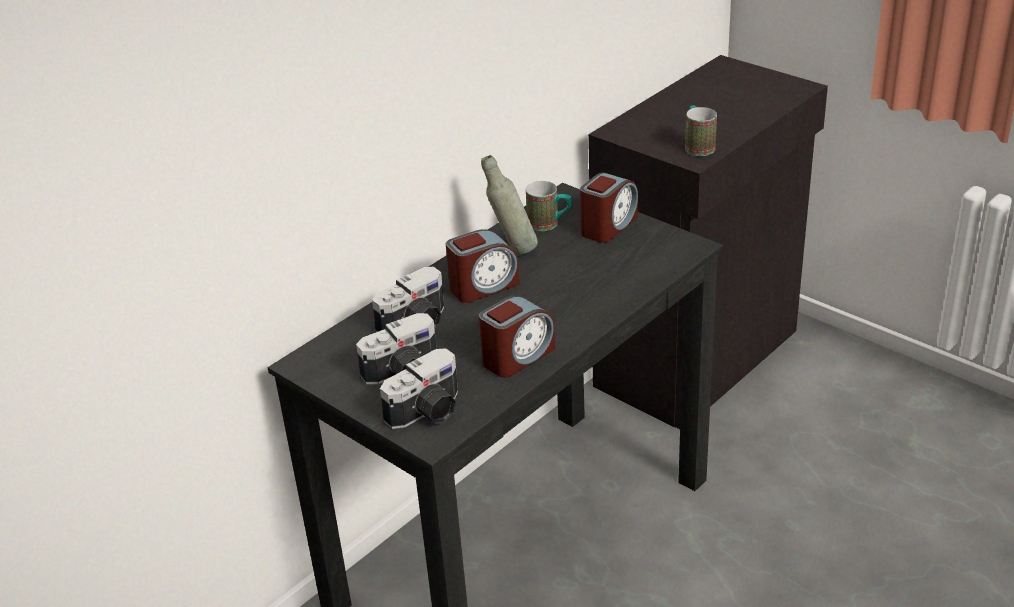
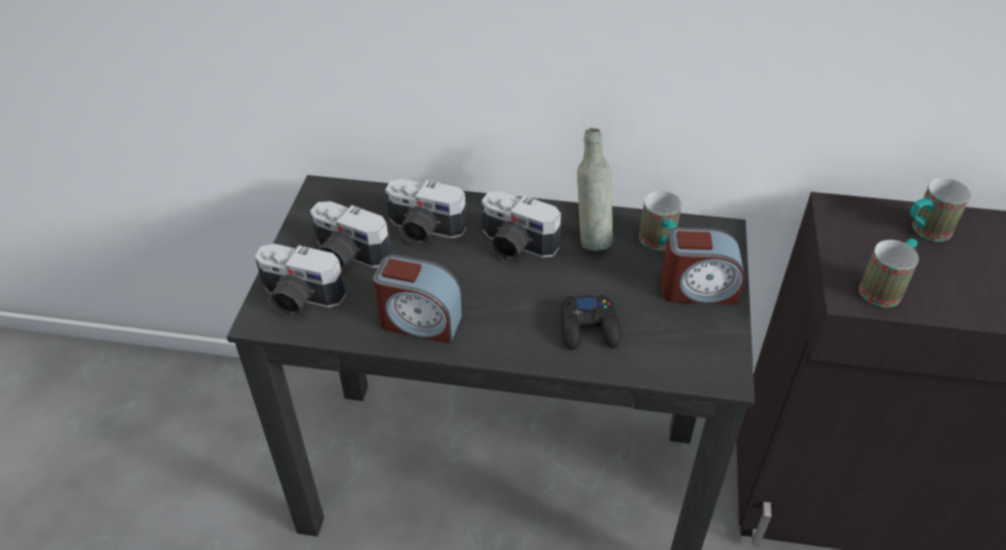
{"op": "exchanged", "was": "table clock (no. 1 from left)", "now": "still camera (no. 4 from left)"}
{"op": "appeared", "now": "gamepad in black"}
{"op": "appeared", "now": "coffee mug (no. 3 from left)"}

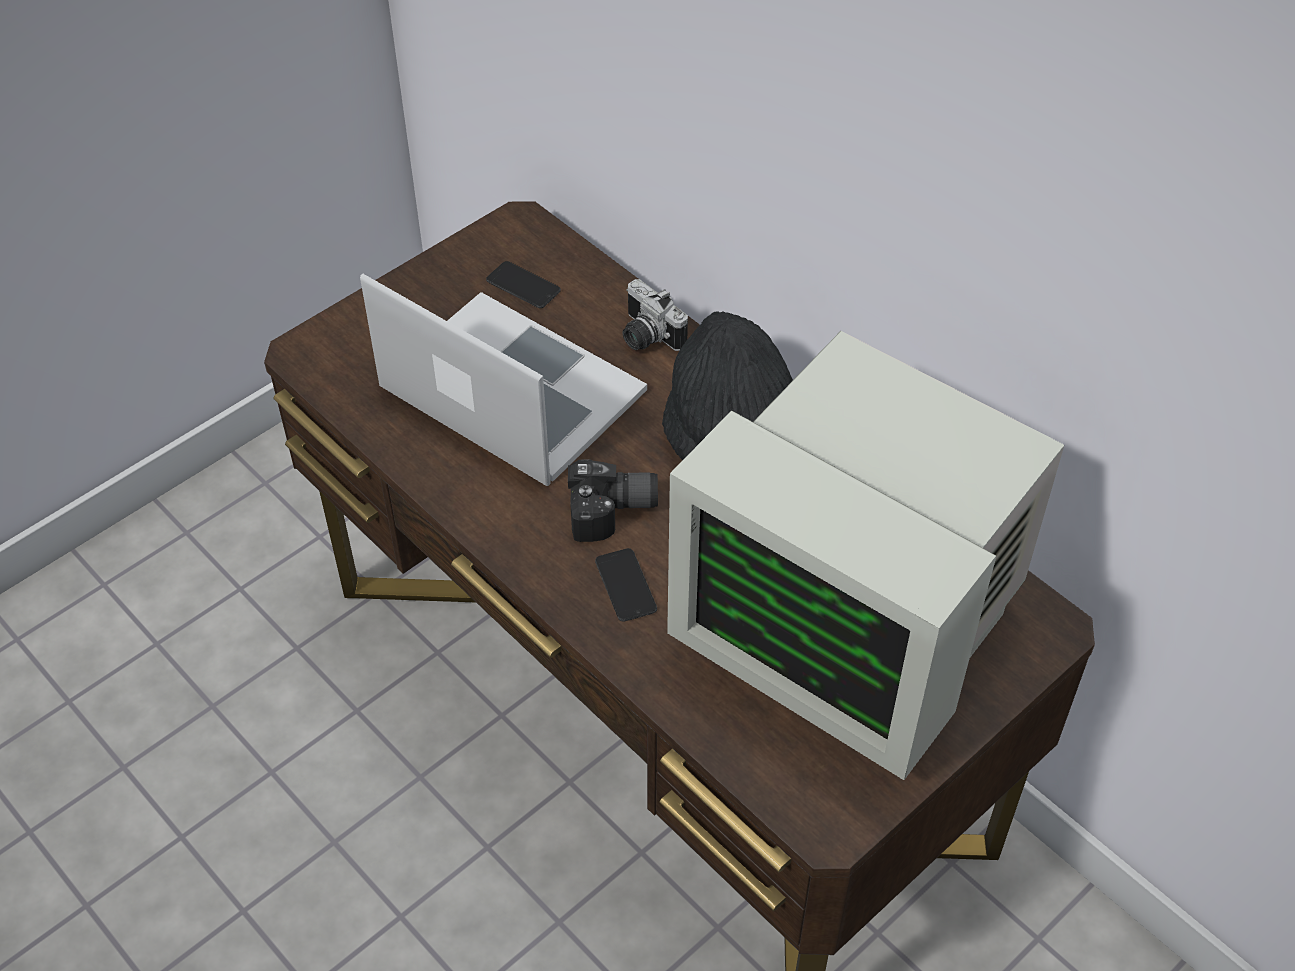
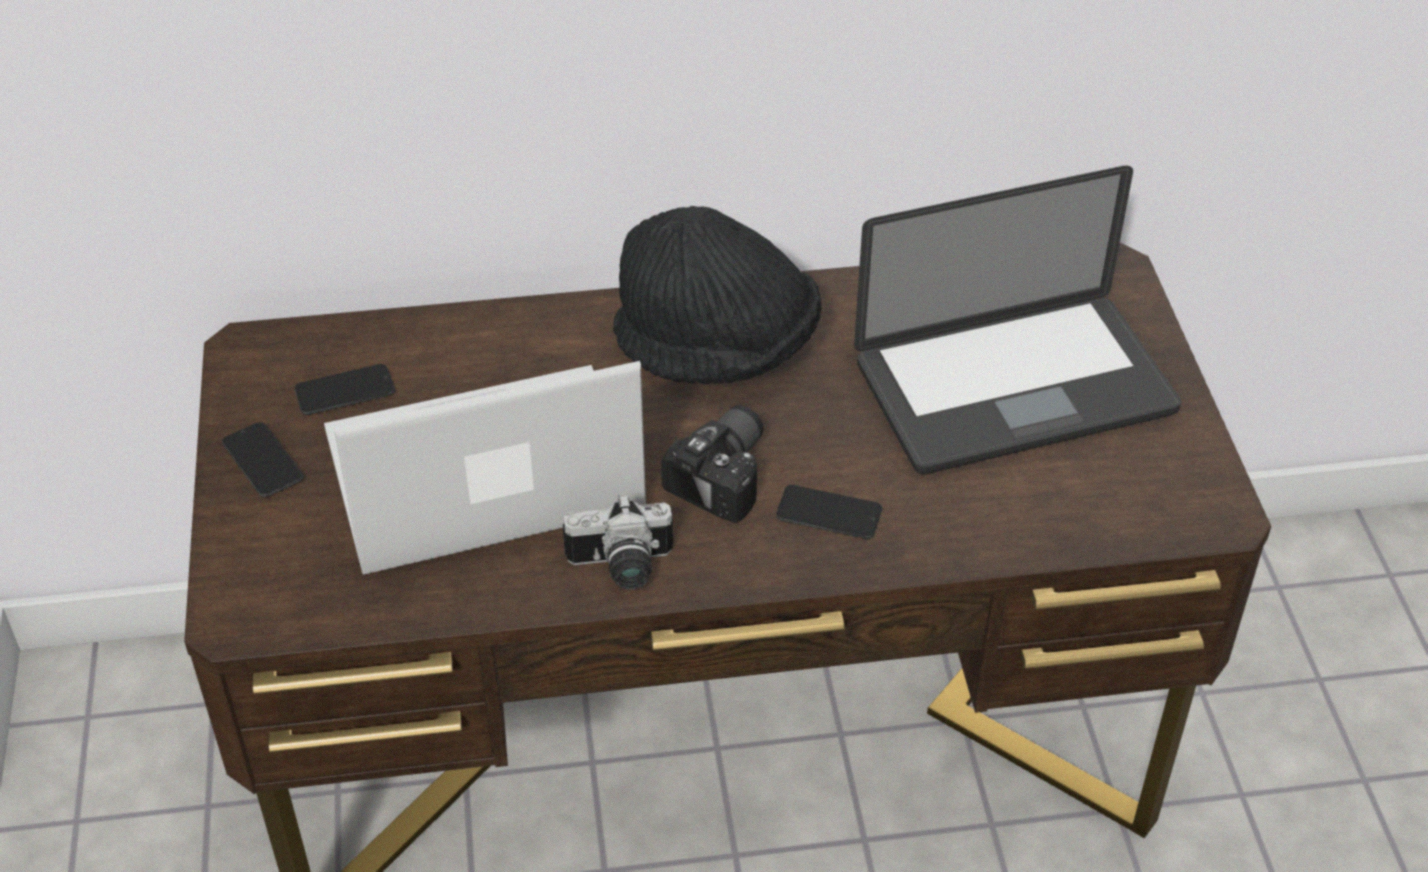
{"op": "appeared", "now": "handset (no. 1 from left)"}
{"op": "relocated", "was": "still camera (no. 2 from left in the first image)", "now": "still camera (no. 1 from left)"}
{"op": "exchanged", "was": "monitor", "now": "portable computer (no. 2 from left)"}

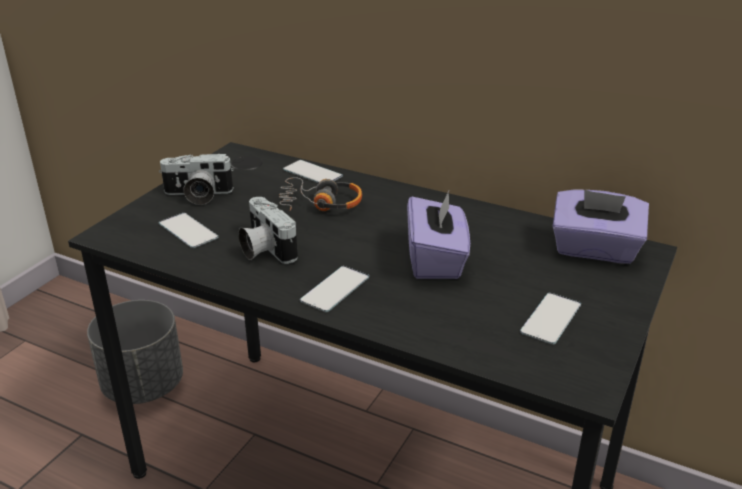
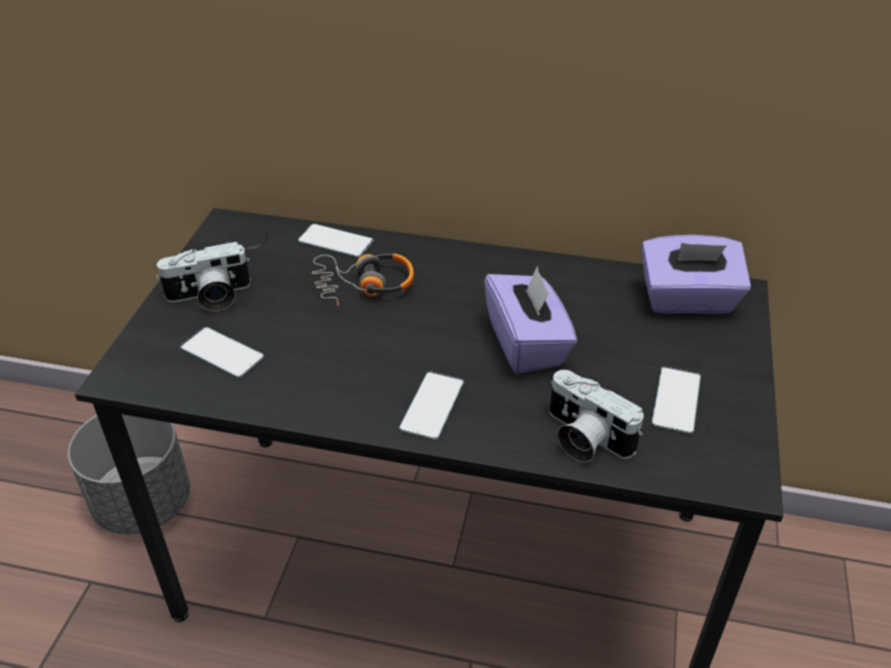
{"op": "relocated", "was": "still camera (no. 2 from left)"}

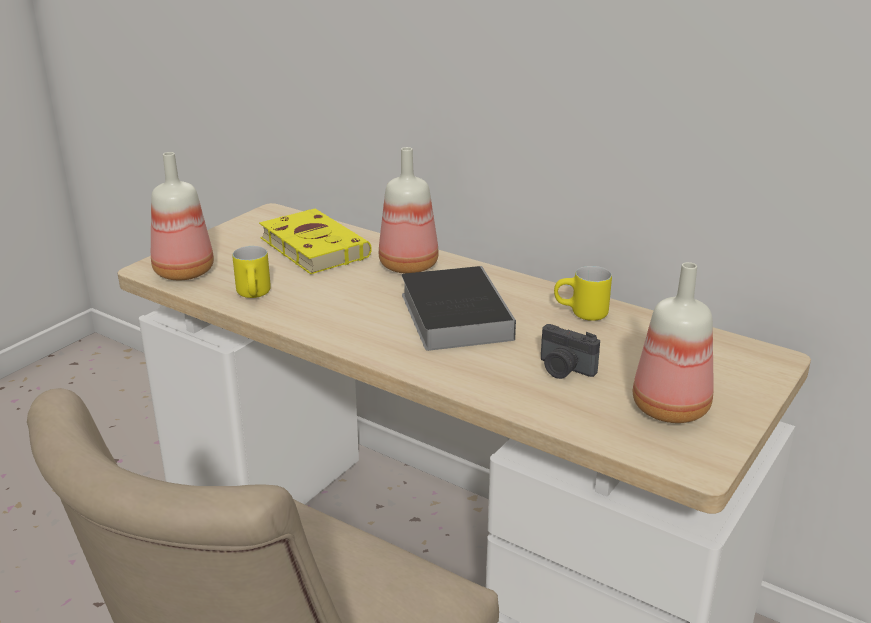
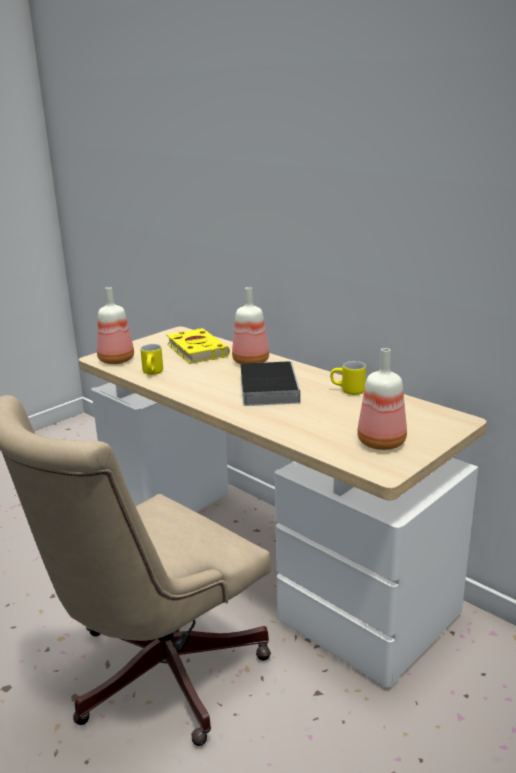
{"op": "missing", "was": "still camera"}

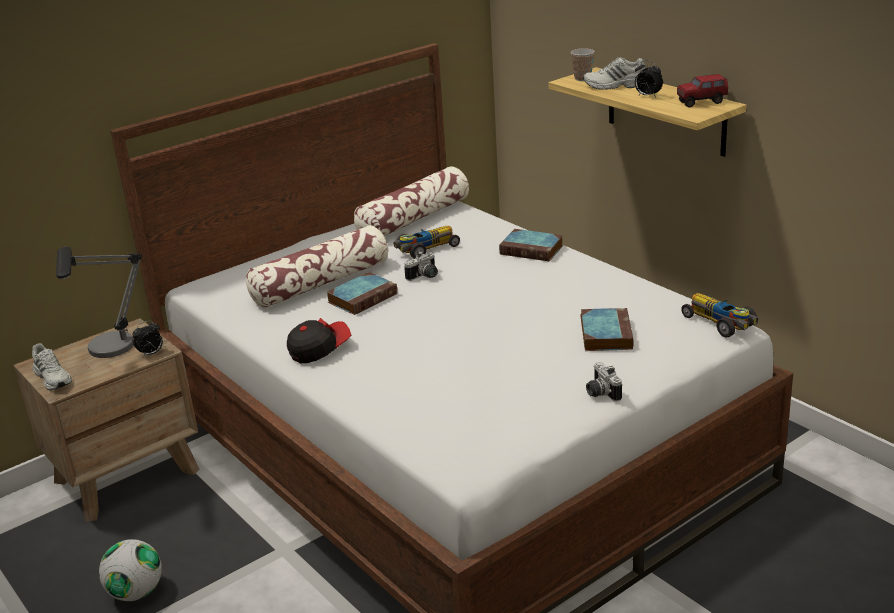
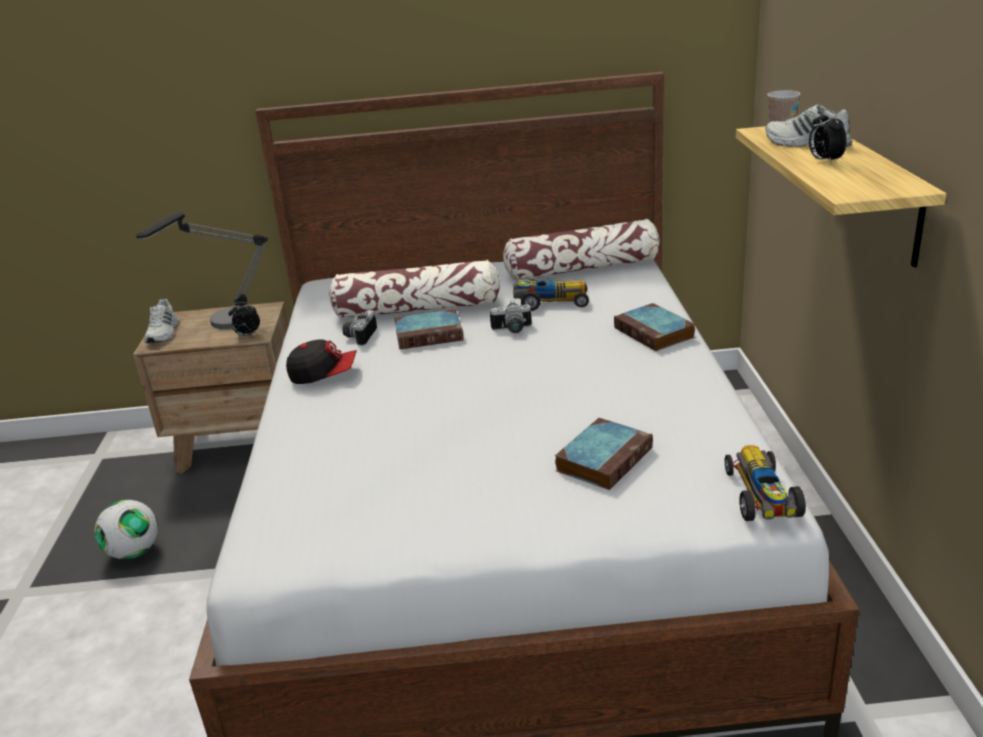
{"op": "relocated", "was": "still camera (no. 2 from left in the first image)", "now": "still camera (no. 1 from left)"}
{"op": "missing", "was": "toy lorry"}

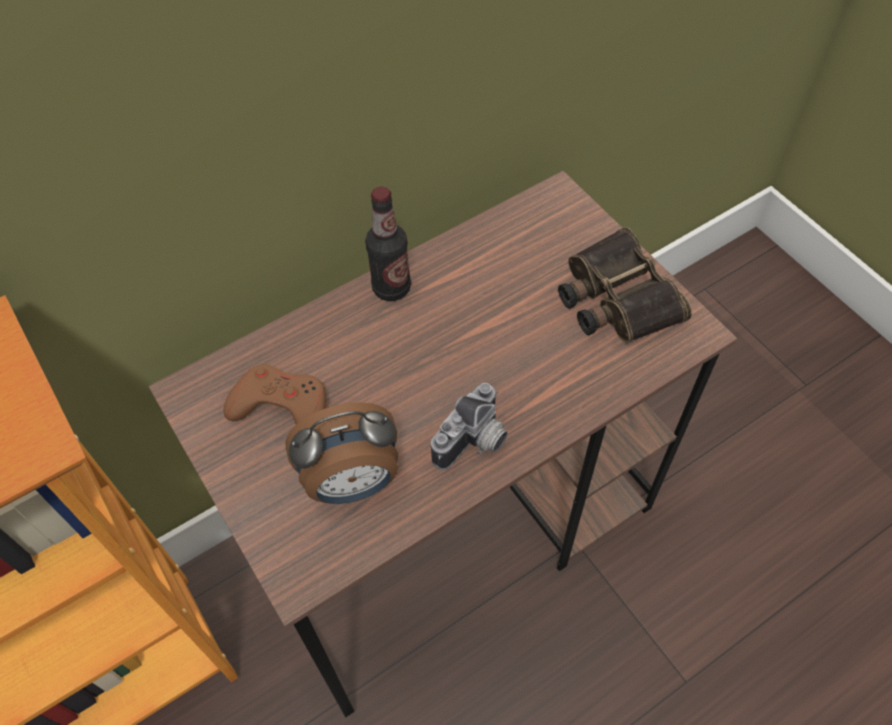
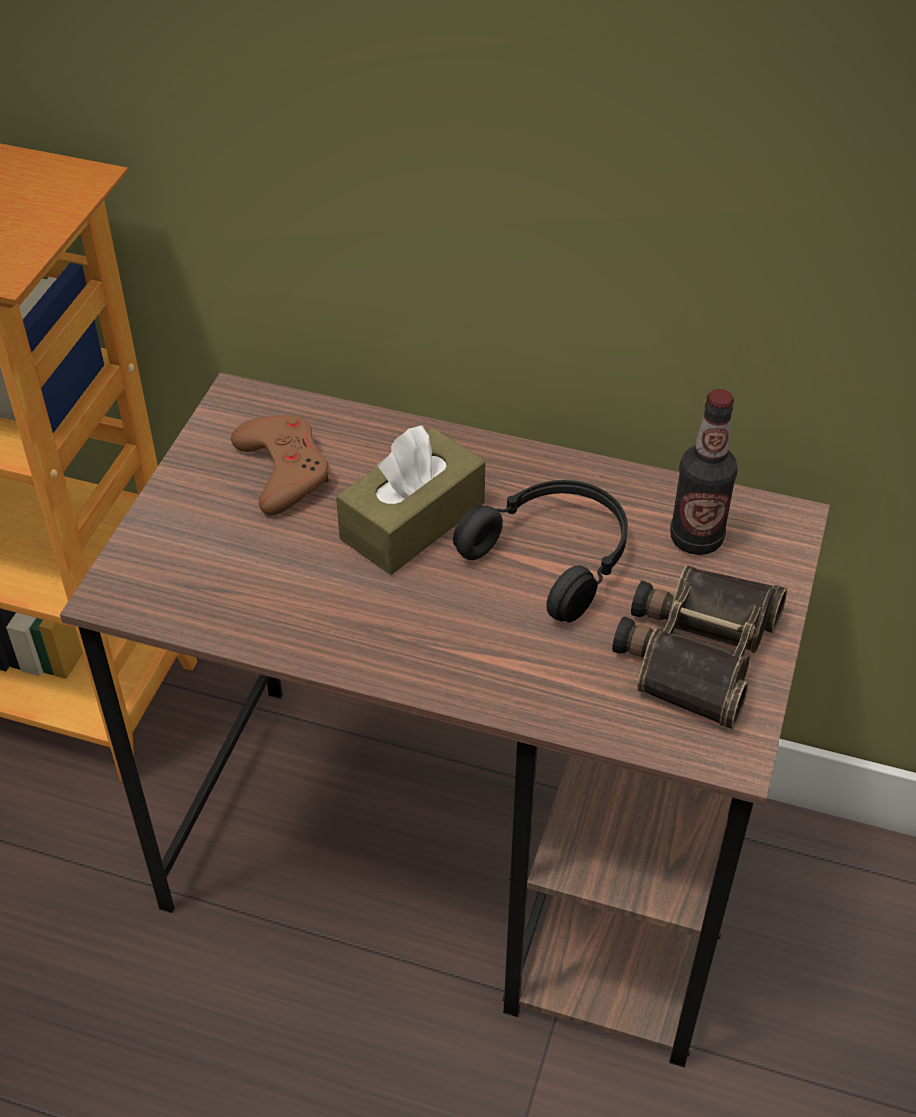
{"op": "appeared", "now": "tissue holder in brown-coloured"}
{"op": "appeared", "now": "headphones in black"}
{"op": "relocated", "was": "beverage bottle"}
{"op": "missing", "was": "table clock"}
{"op": "missing", "was": "still camera"}

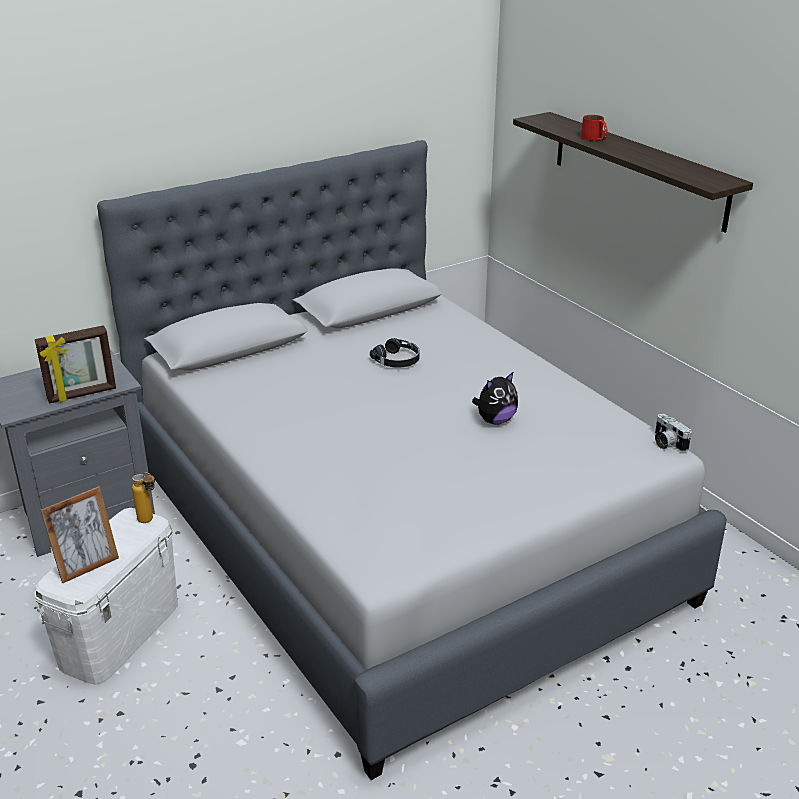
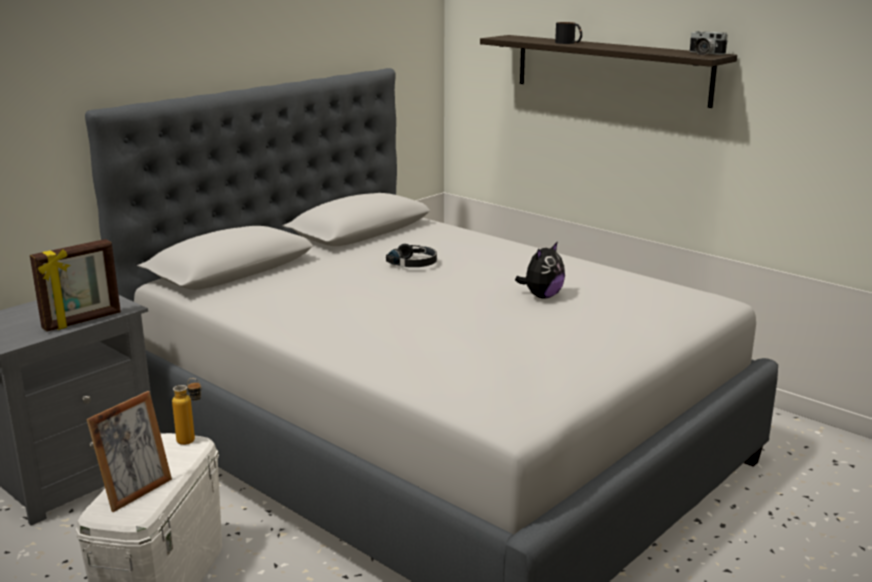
{"op": "colour", "was": "coffee mug in red-coloured", "now": "coffee mug in black"}
{"op": "relocated", "was": "still camera"}

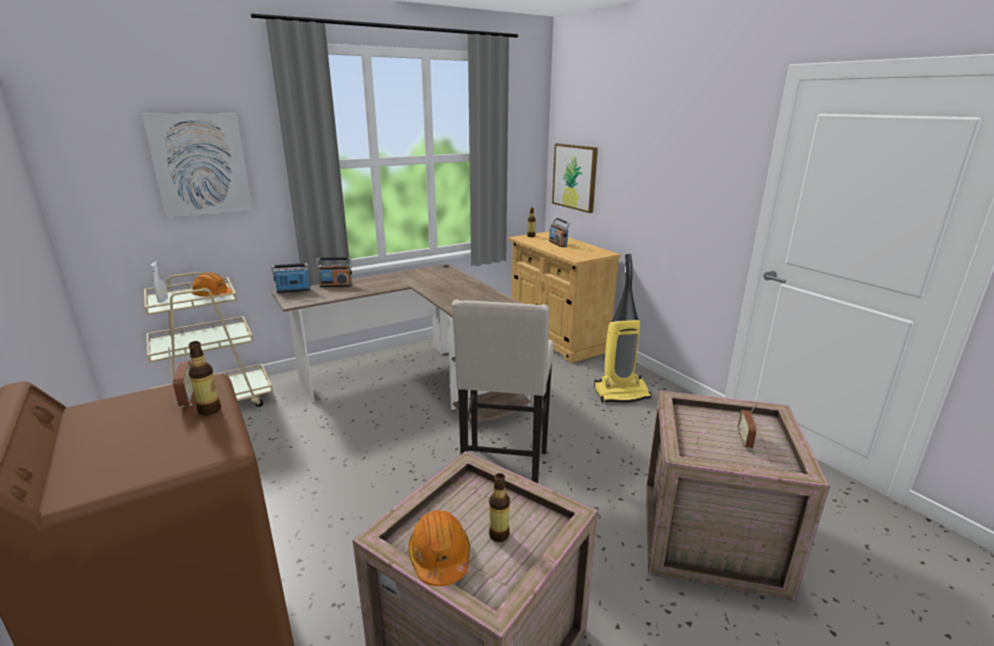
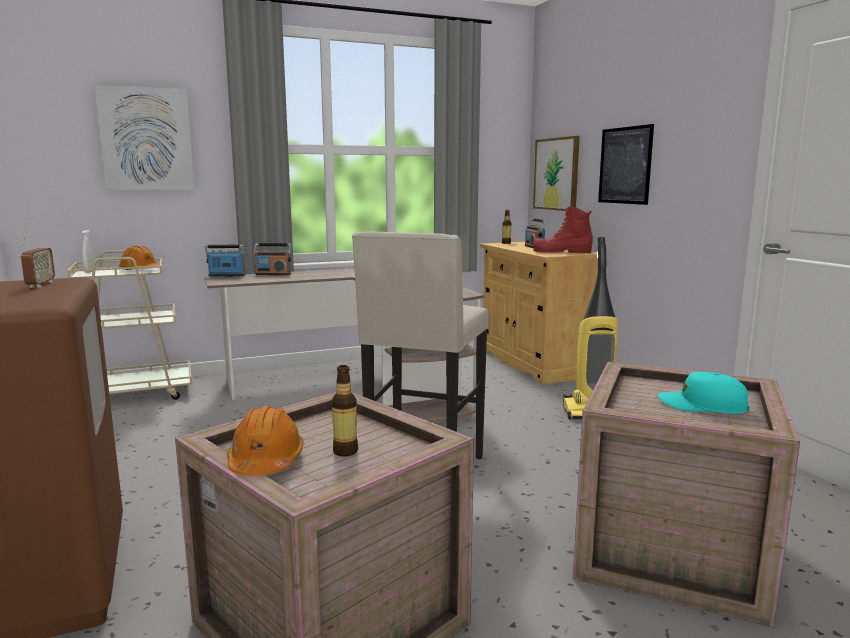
{"op": "appeared", "now": "boot in red-coloured"}
{"op": "appeared", "now": "wall picture (no. 3 from left)"}
{"op": "exchanged", "was": "radio receiver (no. 5 from left)", "now": "peaked cap in turquoise"}
{"op": "missing", "was": "beverage bottle (no. 1 from left)"}

